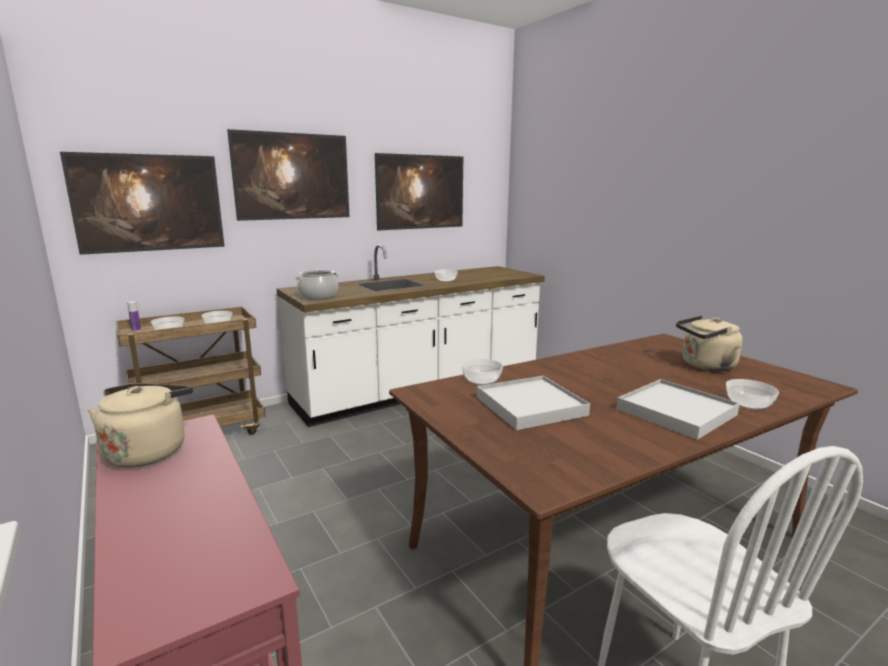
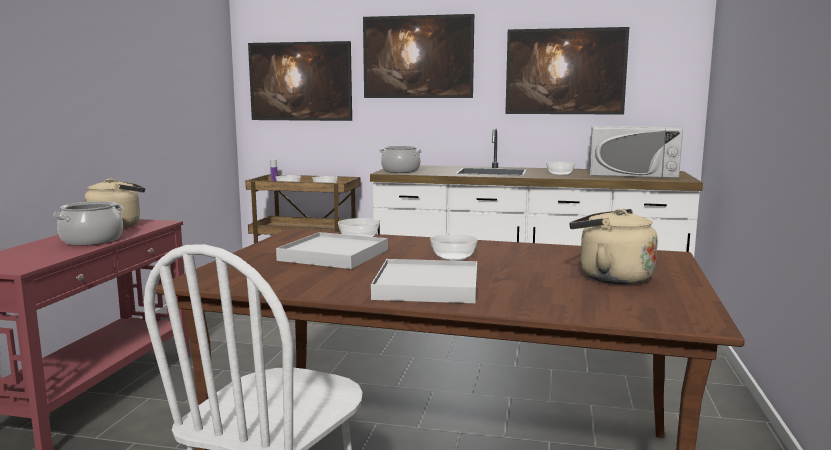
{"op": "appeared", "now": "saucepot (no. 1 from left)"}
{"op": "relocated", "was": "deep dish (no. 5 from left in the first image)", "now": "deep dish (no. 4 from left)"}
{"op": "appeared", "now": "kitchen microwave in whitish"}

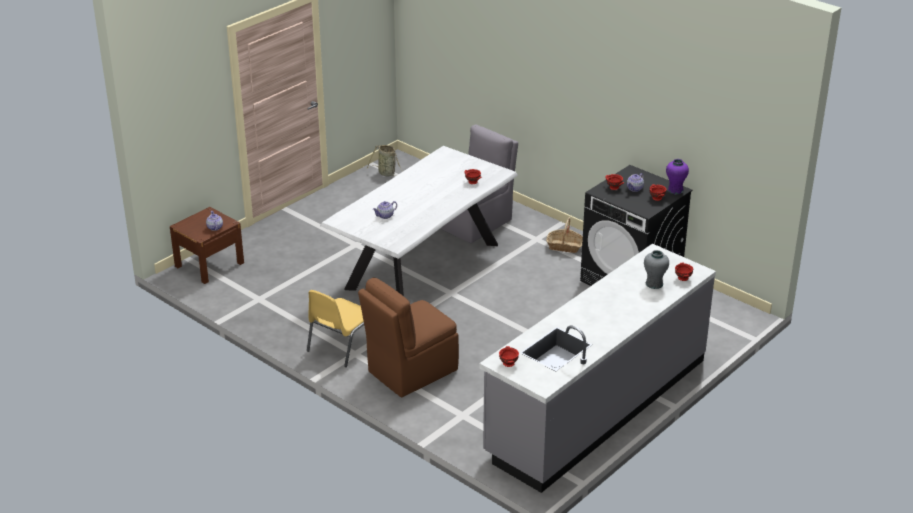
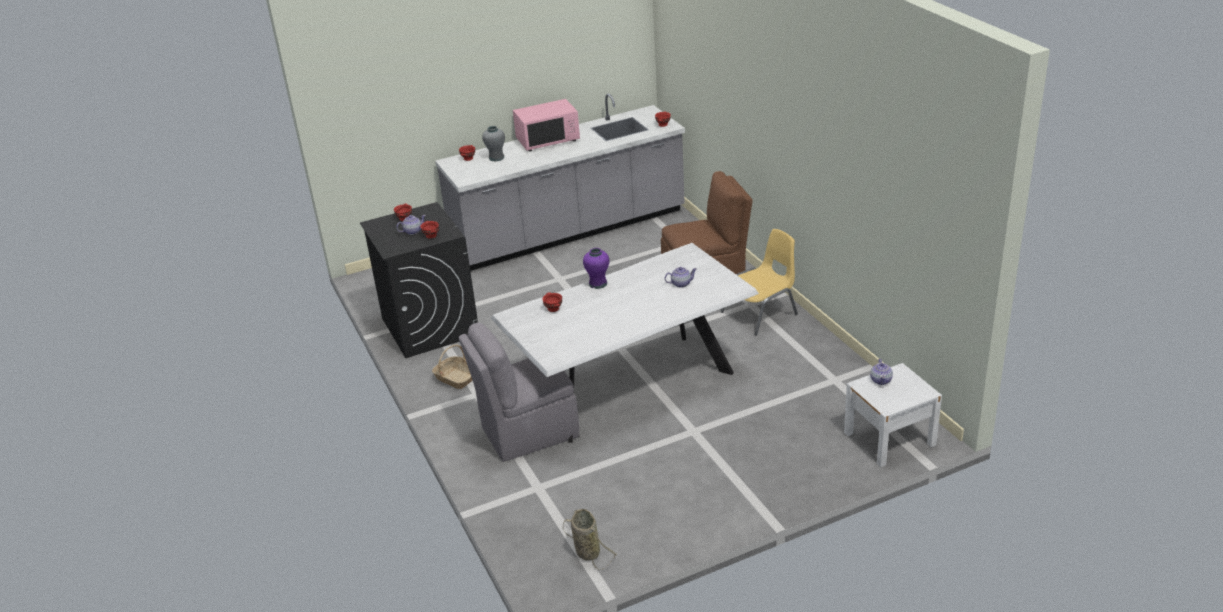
{"op": "appeared", "now": "kitchen microwave in pink-coloured"}
{"op": "relocated", "was": "decorative vase in purple"}
{"op": "colour", "was": "nightstand in brown-coloured", "now": "nightstand in whitish"}

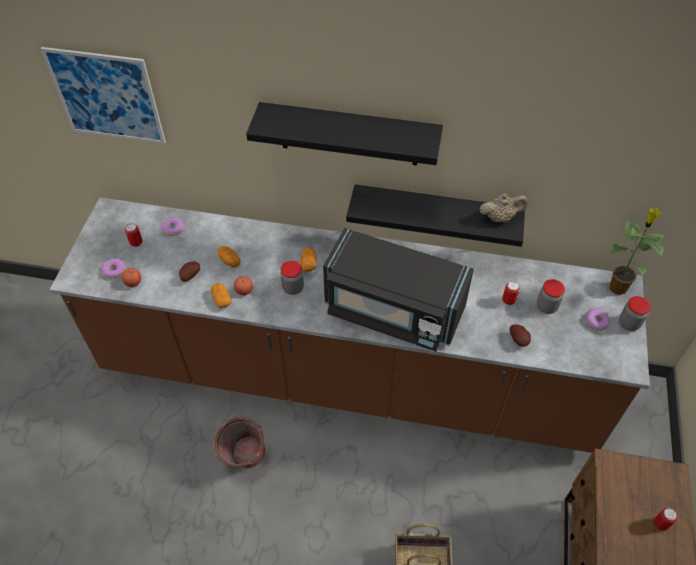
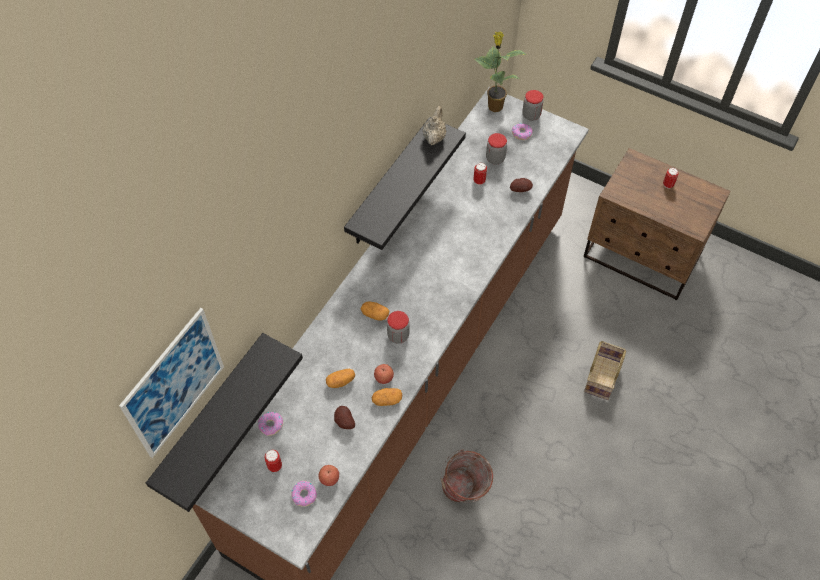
{"op": "relocated", "was": "shelf in black (no. 1 from left)"}
{"op": "missing", "was": "kitchen microwave in black"}

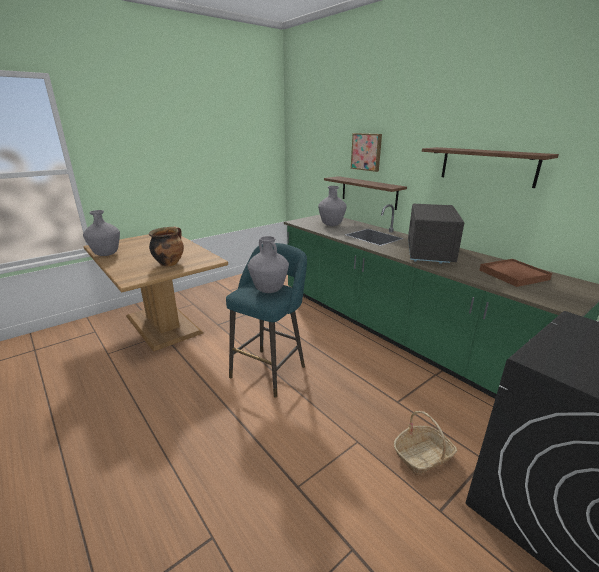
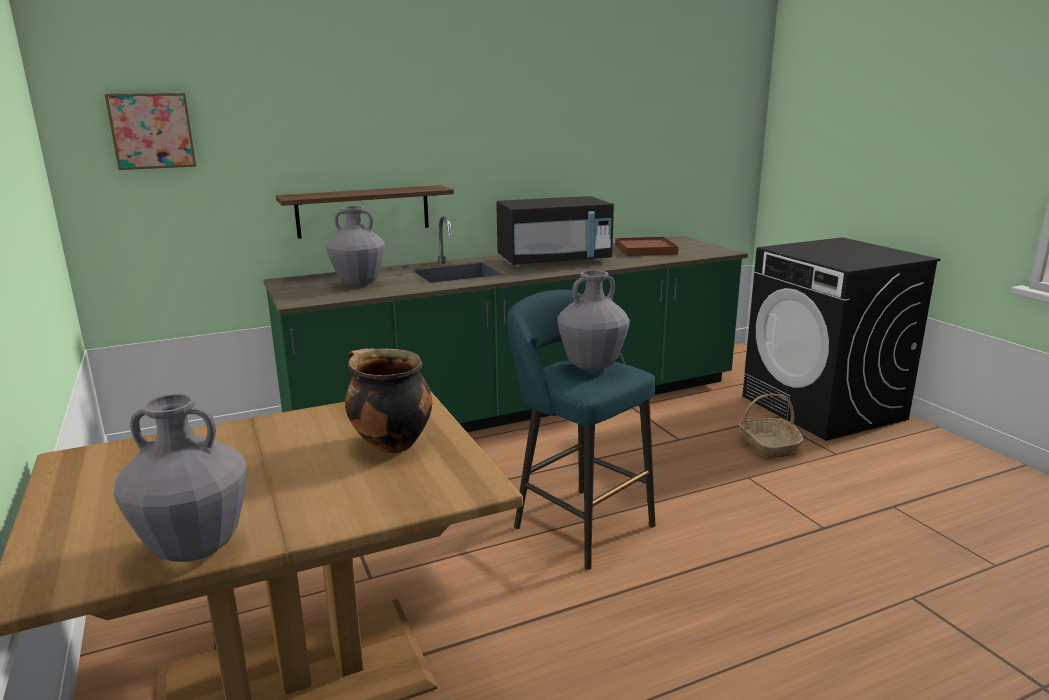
{"op": "relocated", "was": "wall picture"}
{"op": "spun", "was": "kitchen microwave in black", "clockwise": 135}
{"op": "missing", "was": "shelf (no. 2 from left)"}

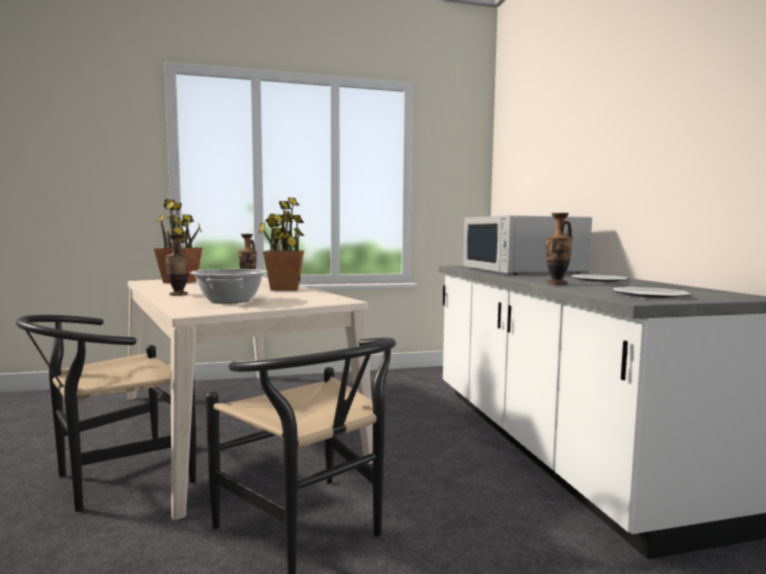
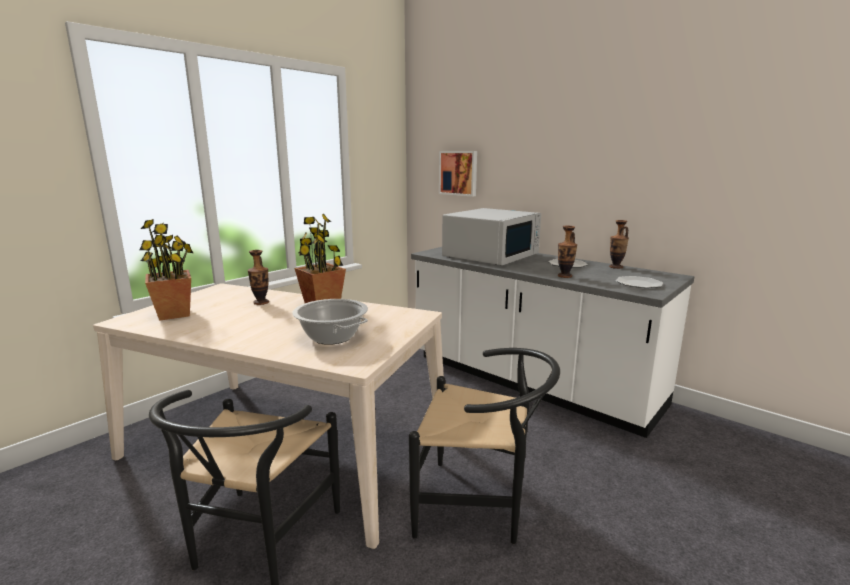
{"op": "appeared", "now": "wall picture"}
{"op": "spun", "was": "kitchen microwave in whitish", "clockwise": -90}
{"op": "relocated", "was": "decorative vase (no. 1 from left in the first image)", "now": "decorative vase (no. 3 from left)"}

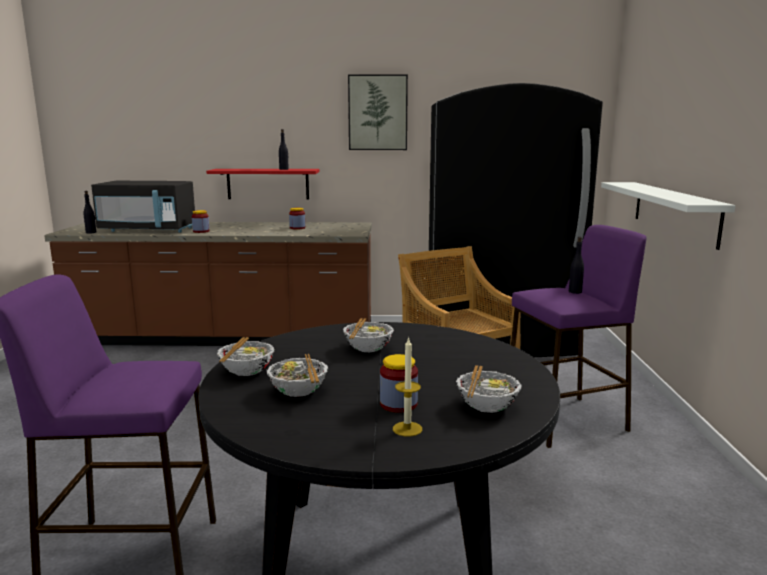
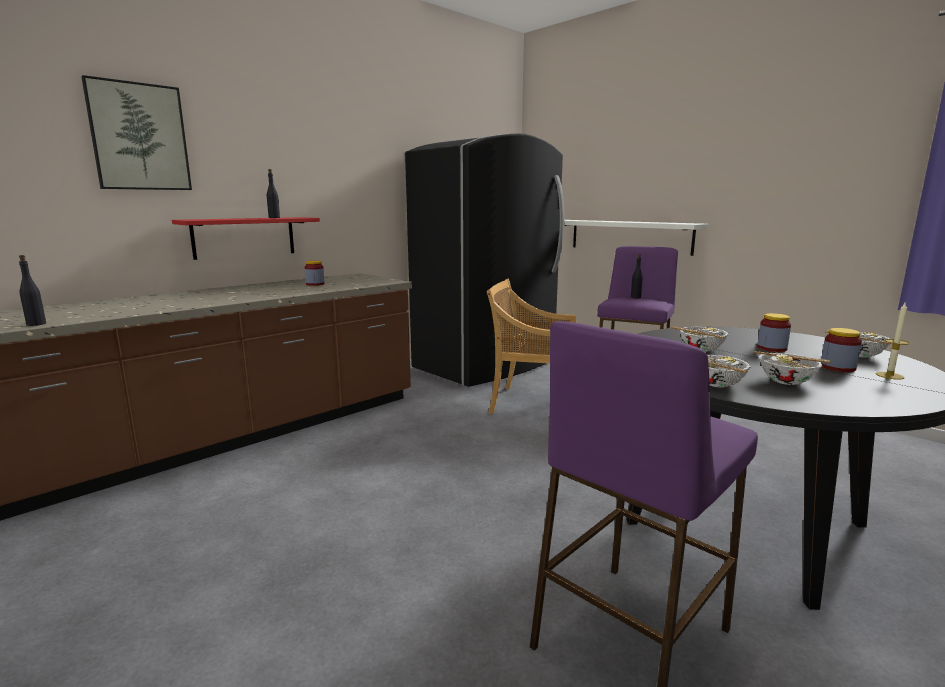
{"op": "relocated", "was": "wall picture"}
{"op": "relocated", "was": "preserve jar (no. 1 from left in the first image)", "now": "preserve jar (no. 2 from left)"}
{"op": "missing", "was": "kitchen microwave in black"}

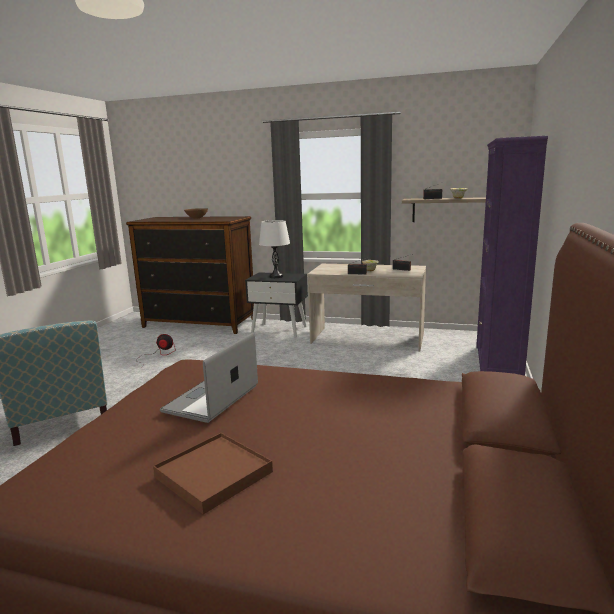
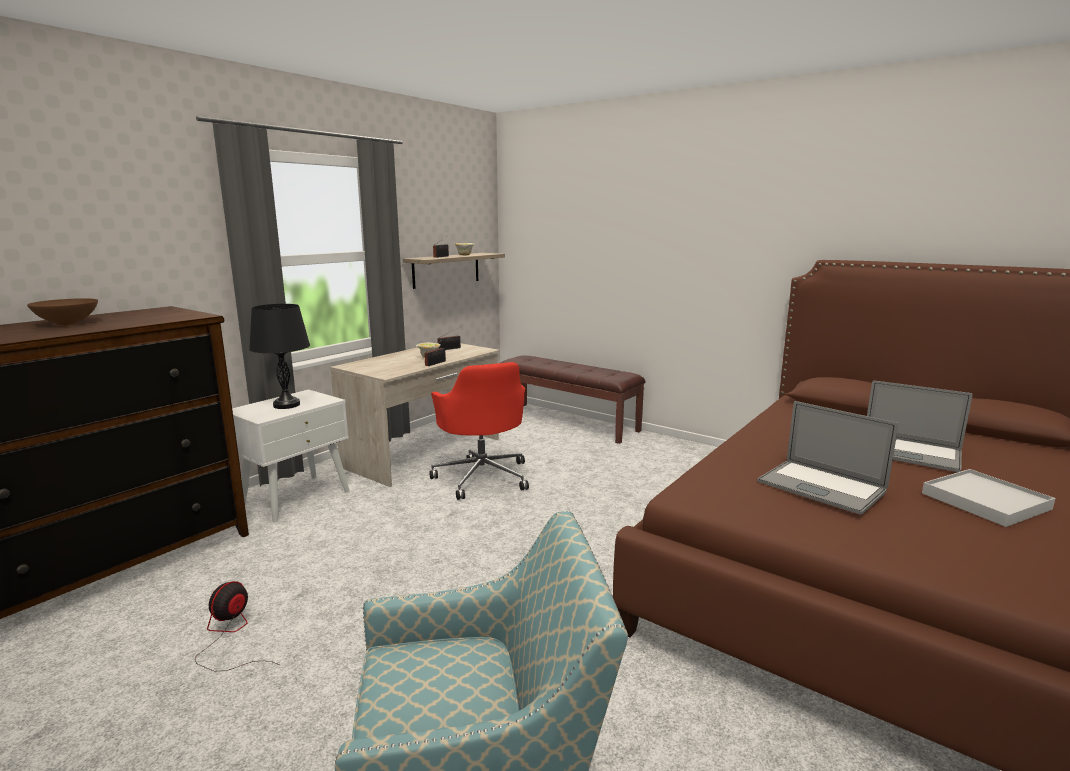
{"op": "colour", "was": "nightstand in black", "now": "nightstand in whitish"}
{"op": "colour", "was": "table lamp in whitish", "now": "table lamp in black"}
{"op": "appeared", "now": "computer chair in red-coloured"}
{"op": "exchanged", "was": "bookcase in purple", "now": "bench in brown-coloured"}
{"op": "appeared", "now": "portable computer (no. 2 from left)"}
{"op": "colour", "was": "serving tray in brown-coloured", "now": "serving tray in whitish"}

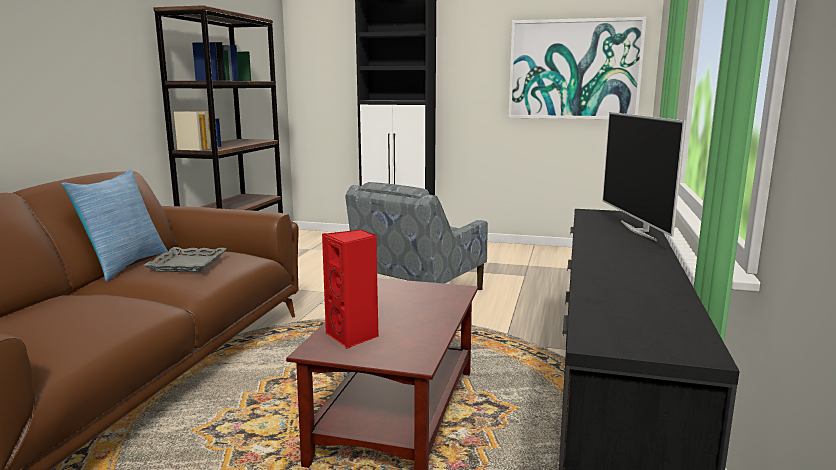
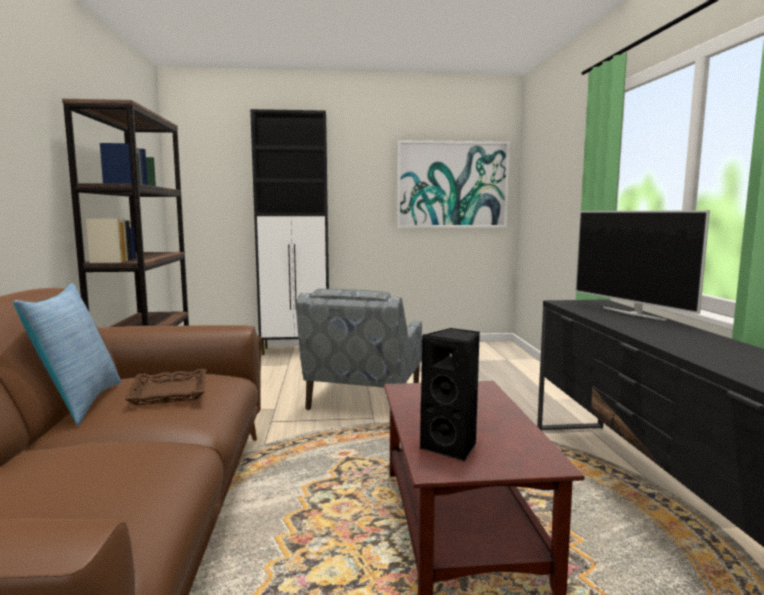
{"op": "colour", "was": "serving tray in greyish", "now": "serving tray in brown-coloured"}
{"op": "colour", "was": "loudspeaker in red-coloured", "now": "loudspeaker in black"}

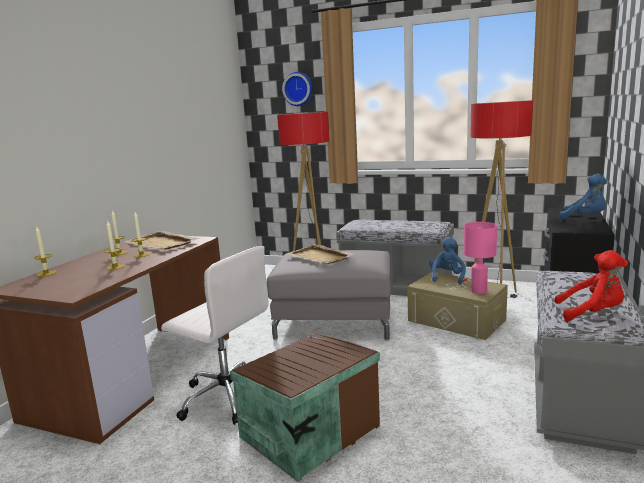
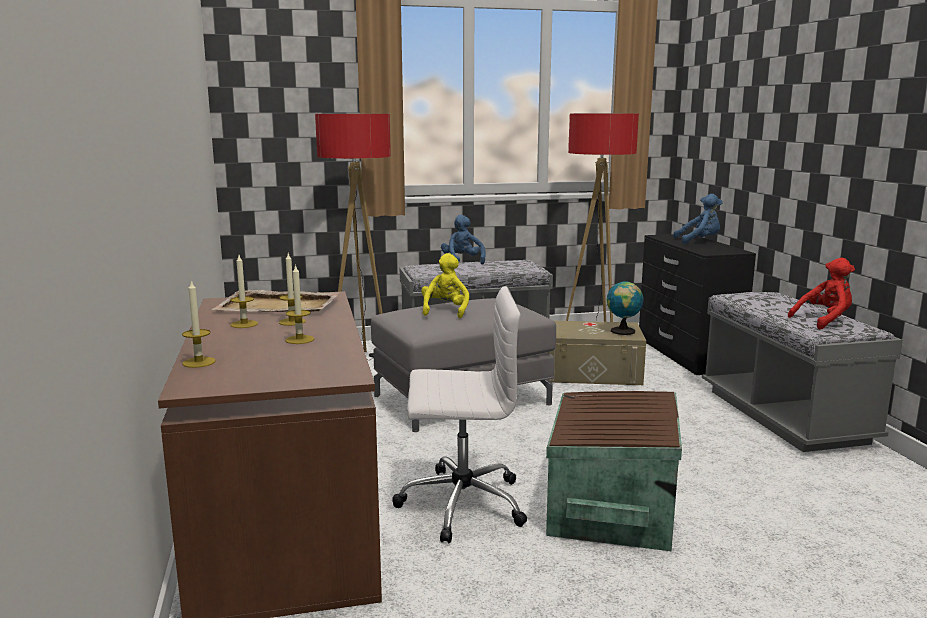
{"op": "exchanged", "was": "serving tray in beige (no. 2 from left)", "now": "cuddly toy in yellow"}
{"op": "relocated", "was": "cuddly toy in blue (no. 1 from left)"}
{"op": "exchanged", "was": "table lamp in pink-coloured", "now": "globe"}
{"op": "missing", "was": "wall clock"}

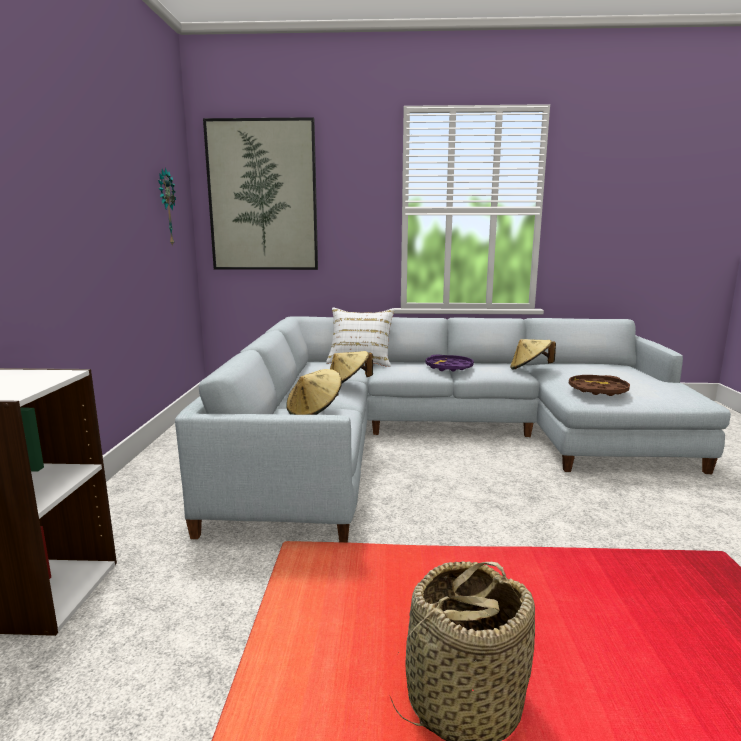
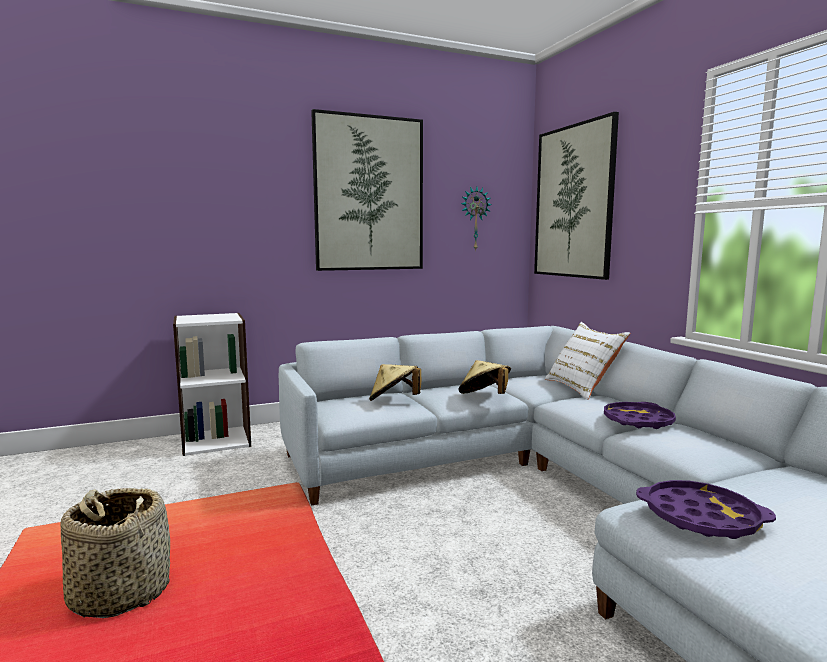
{"op": "appeared", "now": "wall picture (no. 1 from left)"}
{"op": "colour", "was": "serving tray in brown-coloured", "now": "serving tray in purple (no. 2 from left)"}
{"op": "missing", "was": "hat in beige (no. 3 from left)"}

